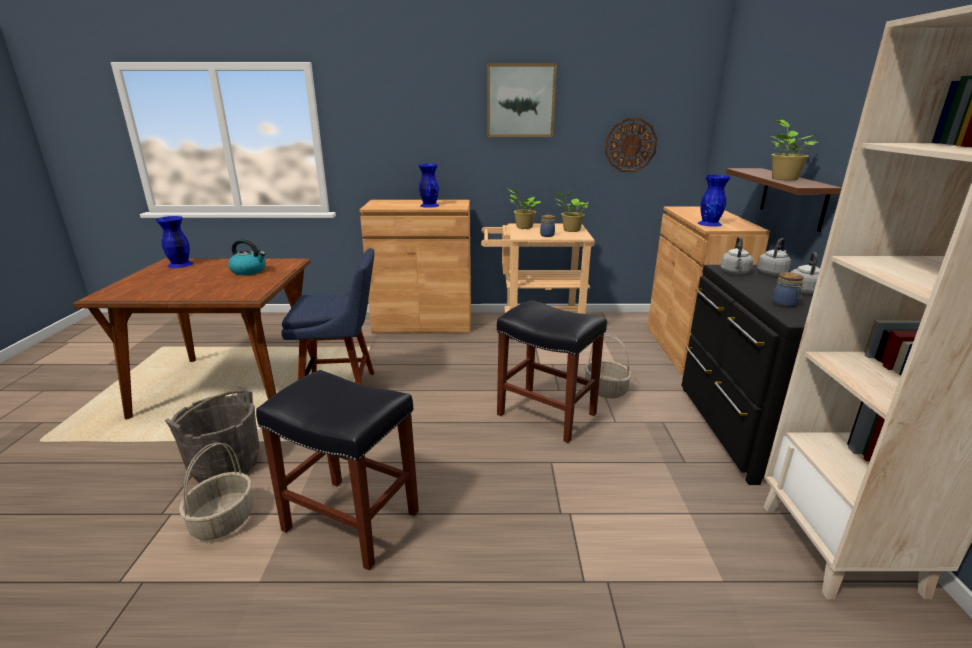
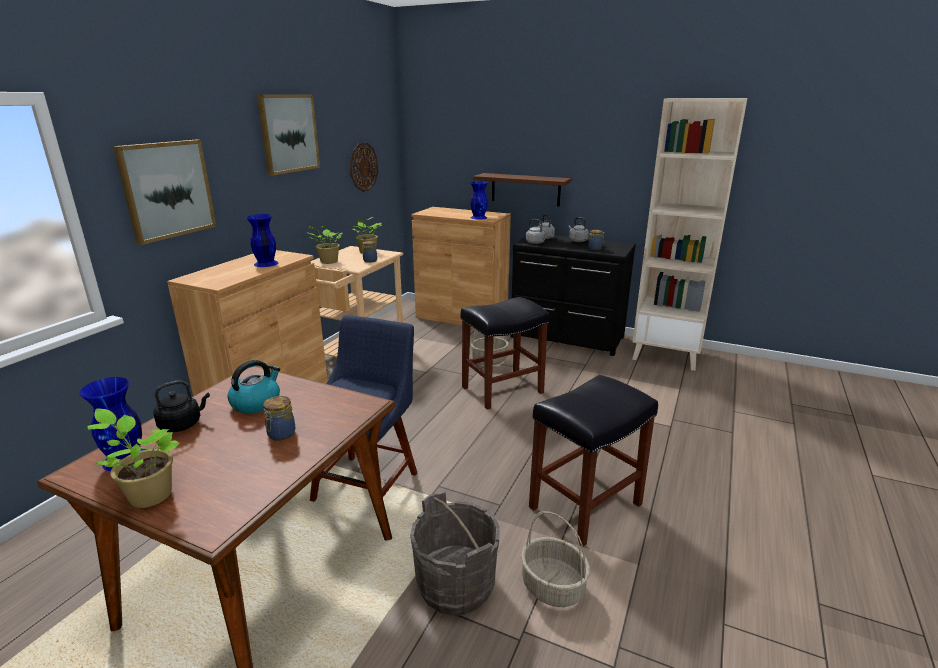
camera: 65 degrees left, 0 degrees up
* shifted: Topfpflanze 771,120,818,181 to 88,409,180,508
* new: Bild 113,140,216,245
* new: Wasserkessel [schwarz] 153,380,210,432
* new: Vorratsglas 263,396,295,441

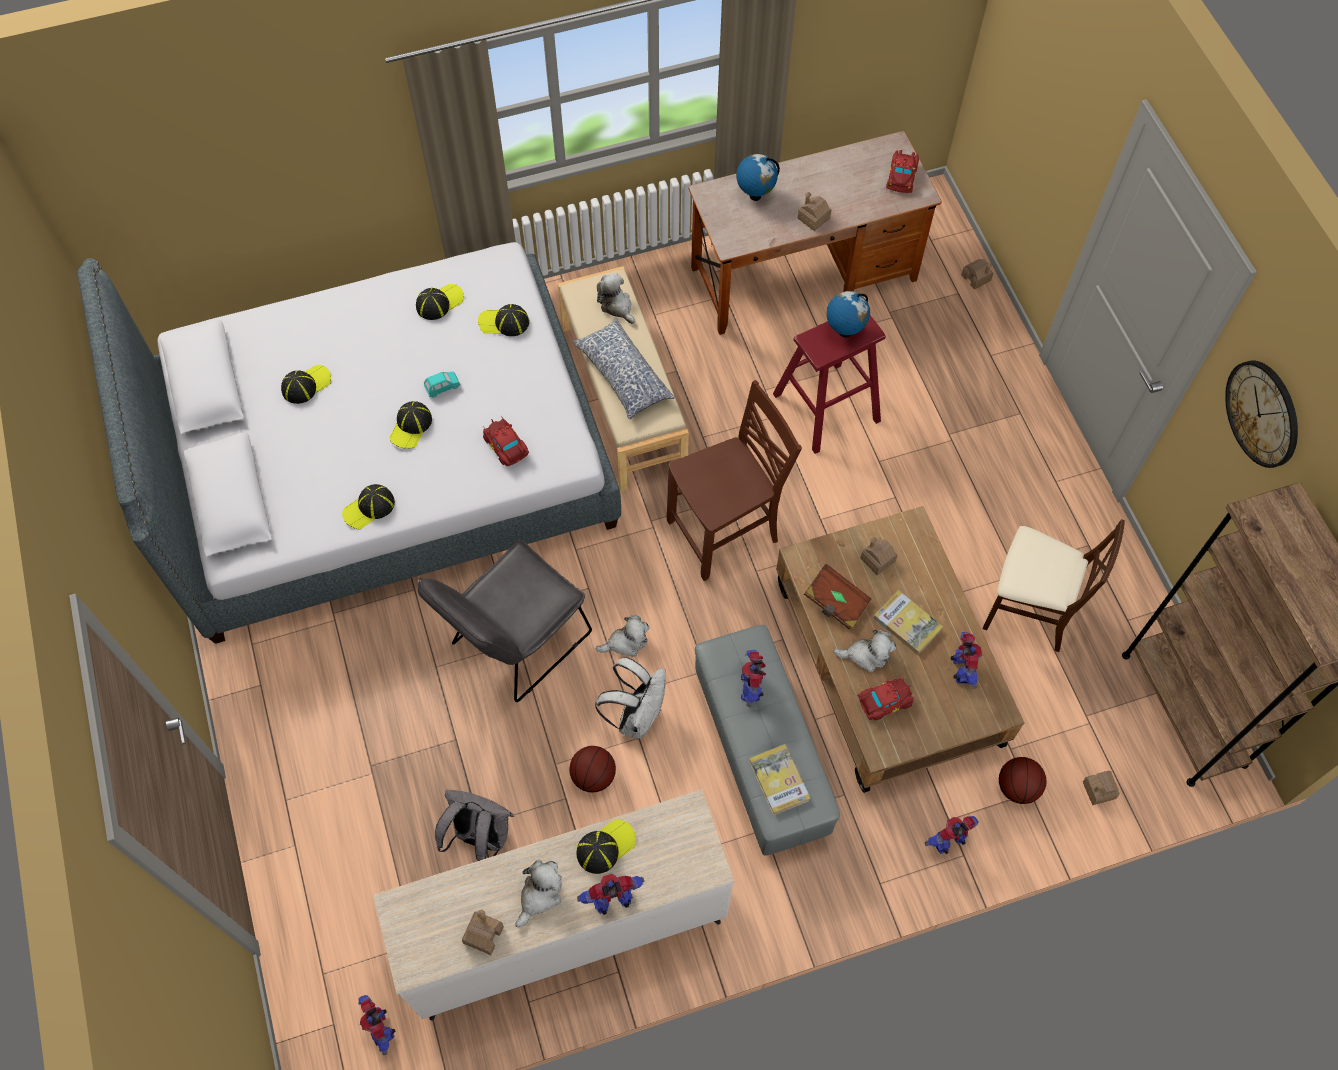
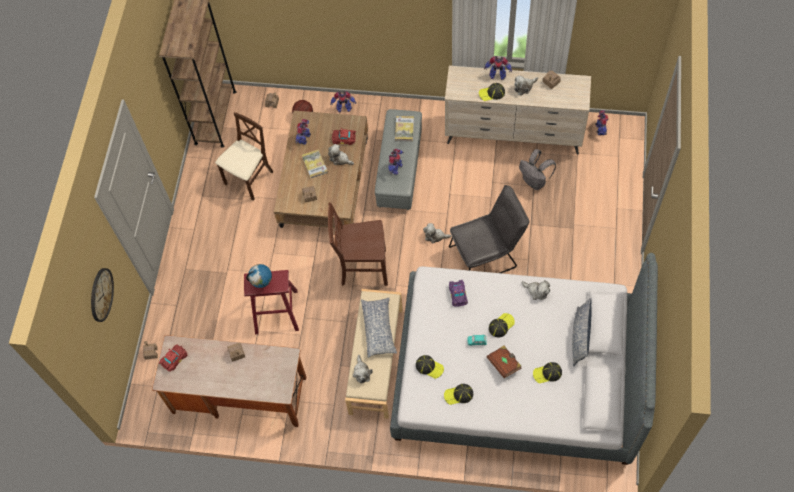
camera: 150 degrees left, 0 degrees up
* swapped: Kappe 342,484,395,530 to Plüschtier 522,280,550,300
* repainted: Spielzeugauto [rot] 483,416,529,466 to Spielzeugauto [lila] 449,280,468,307
* gone: Basketball 569,746,616,793
* gone: Rucksack [weiß] 595,658,666,739
* gone: Globus 736,154,780,201
* shifted: Buch [braun] 804,564,872,629 to 487,346,522,378
* rotated: Stuhl [beige] 983,519,1125,652 = 215,112,273,201 75 degrees clockwise
* shifted: Wanduhr 1225,361,1298,468 to 91,268,114,322
* new: Kissen 572,298,592,367

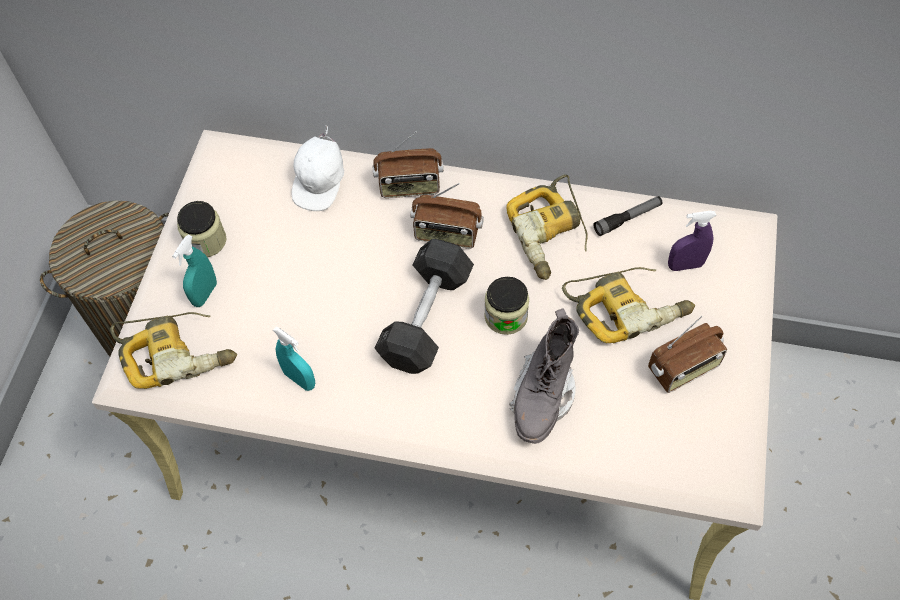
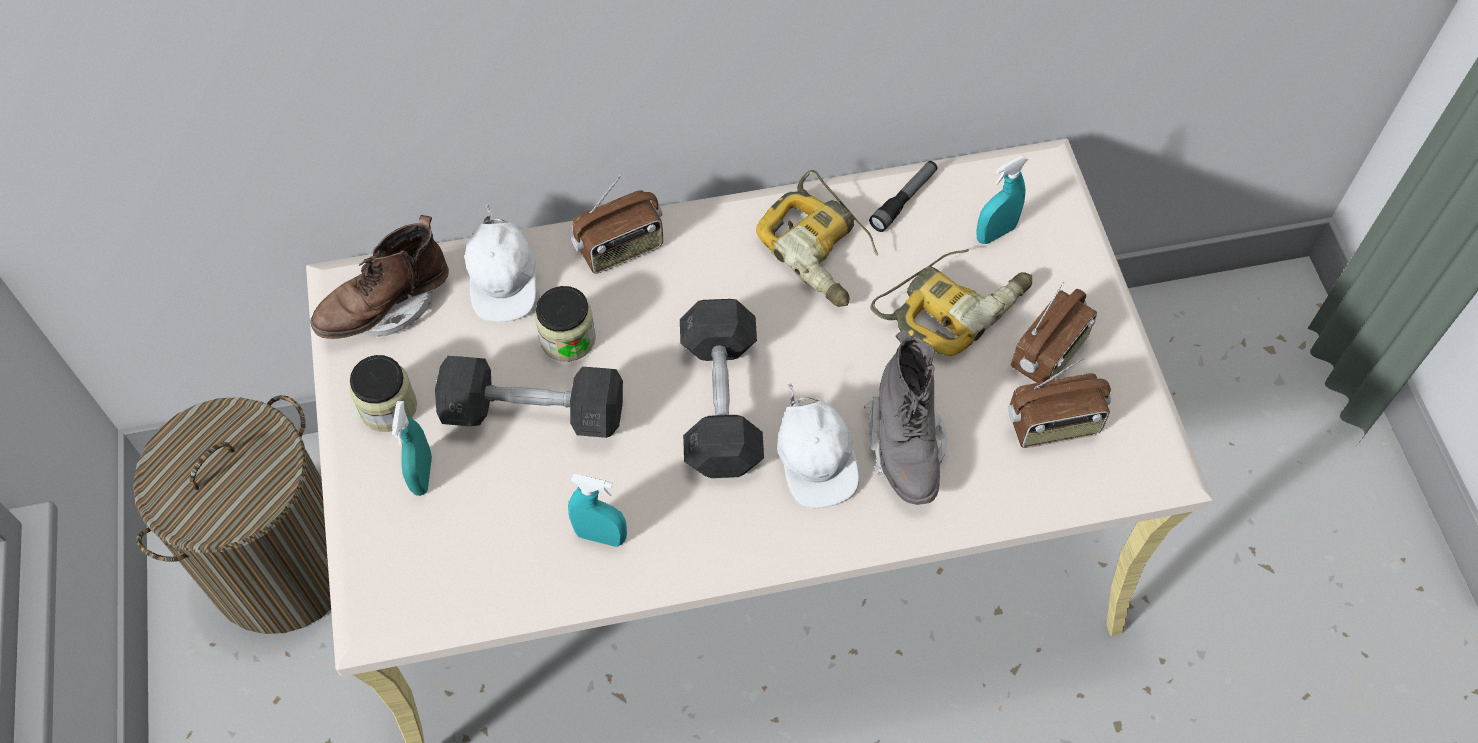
camera: 25 degrees left, 0 degrees up
* gone: Bohrmaschine 110,312,237,389
* shifted: Radio 410,183,484,249 to 1008,358,1111,448
* shifted: Vorratsglas 484,277,529,335 to 535,286,596,362
* repainted: Sprühflasche [lila] 668,211,717,271 to Sprühflasche [türkis] 976,155,1029,244
* new: Stiefel [braun] 311,215,449,339
* new: Hantel [grau] 435,356,623,438
* new: Kappe [weiß] 777,384,859,509

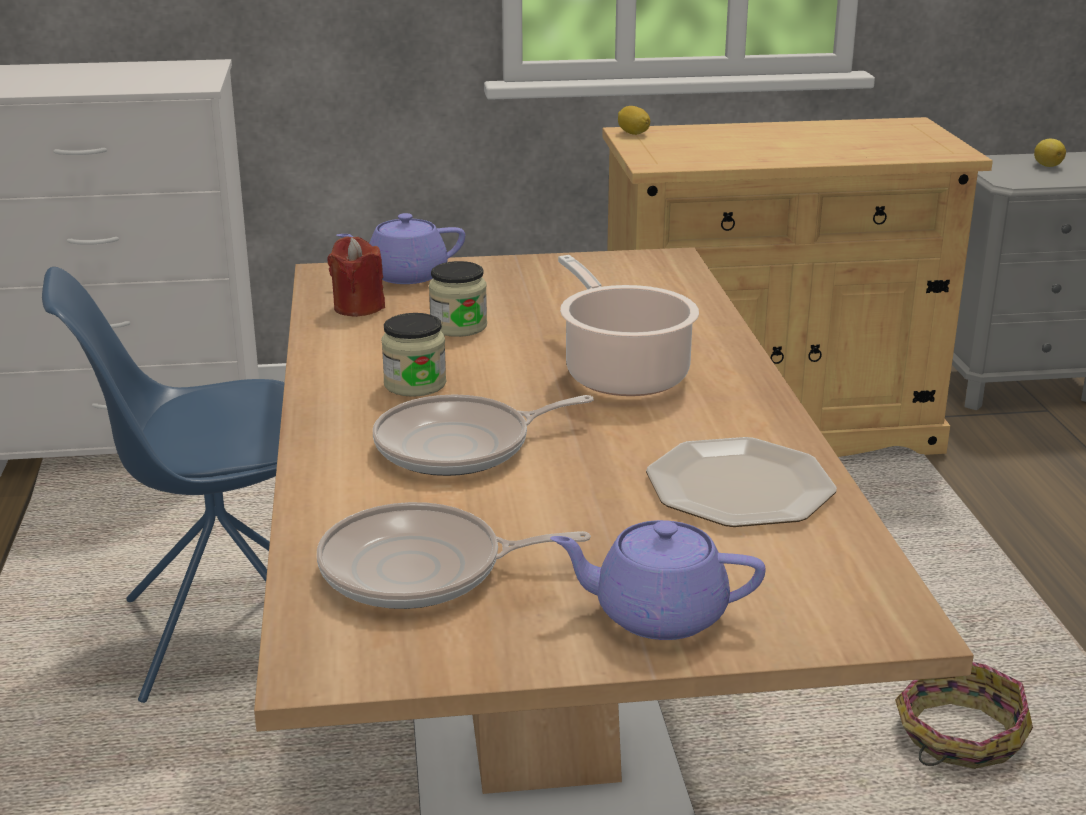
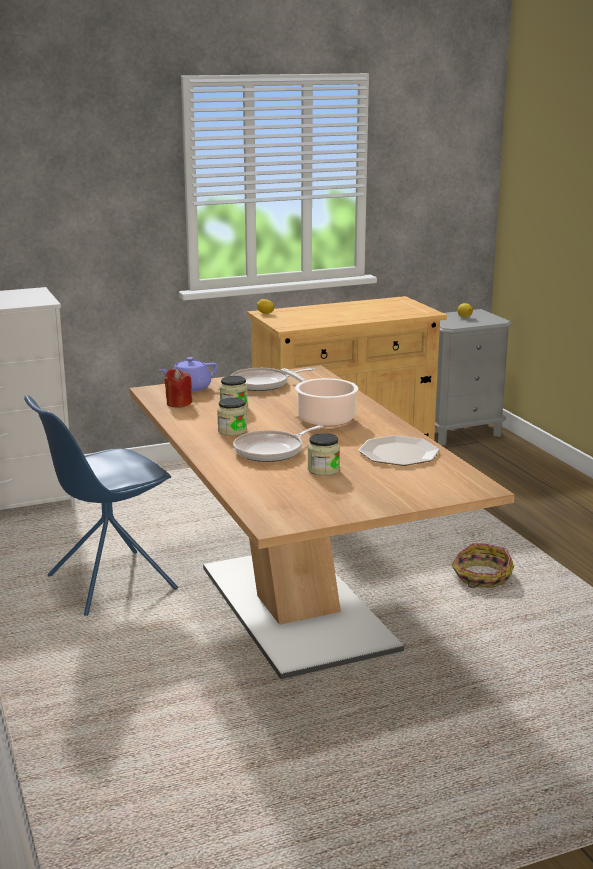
camera: 15 degrees left, 5 degrees down
* shifted: Pfanne 317,502,591,609 to 231,368,315,391
* gone: Teekanne [lila] 550,520,766,640
* new: Vorratsglas 308,433,340,476

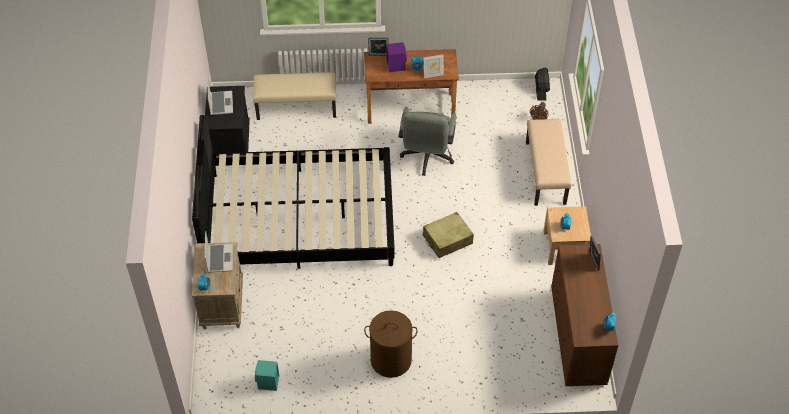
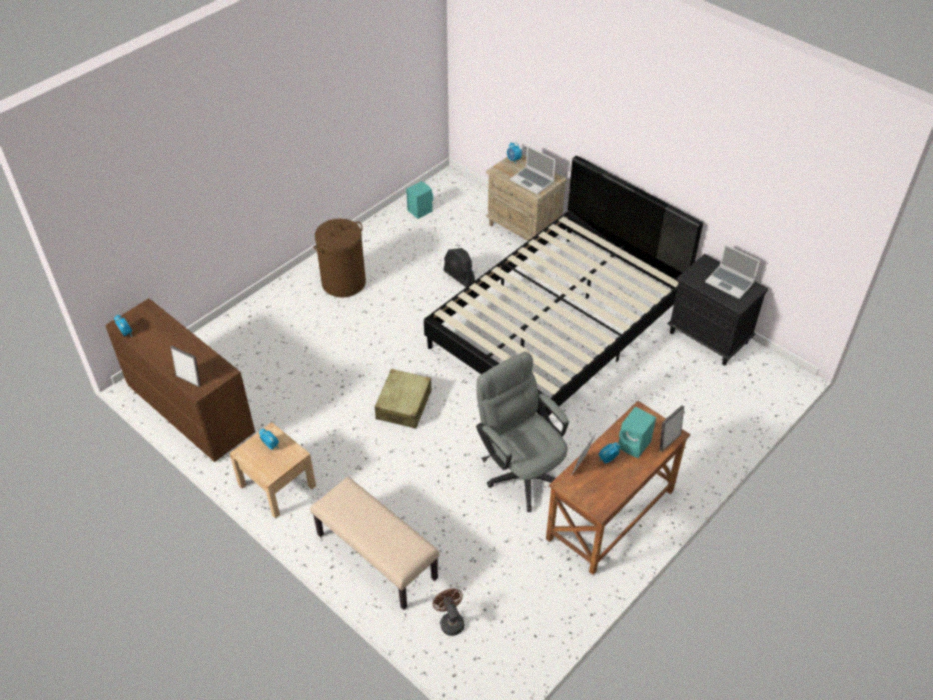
camera: 135 degrees right, 5 degrees down
* gone: Bank [beige] 253,72,336,120
* repainted: Lautsprecher [lila] 387,42,407,72 to Lautsprecher [türkis] 619,407,656,458
* shifted: Ventilator [schwarz] 535,68,550,101 to 443,248,475,287

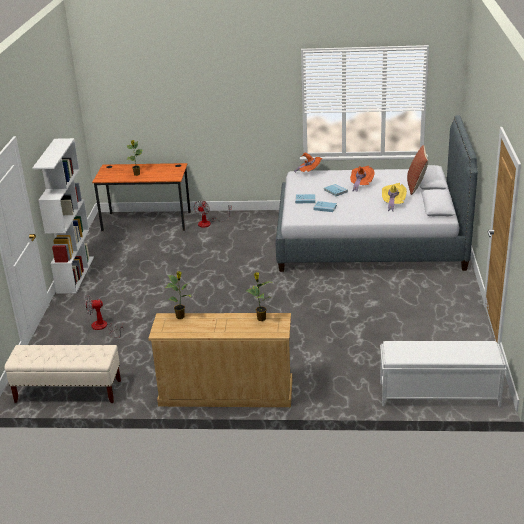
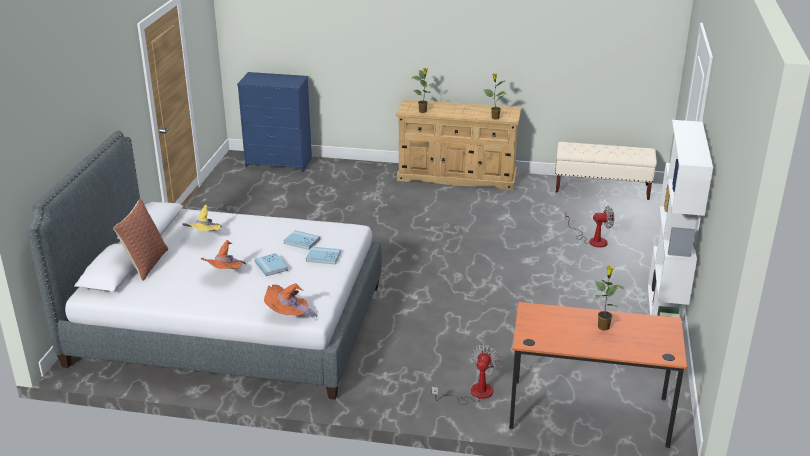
camera: 175 degrees left, 0 degrees up
* swapped: Bank [weiß] 380,341,506,407 to Kommode [blau] 237,72,312,172

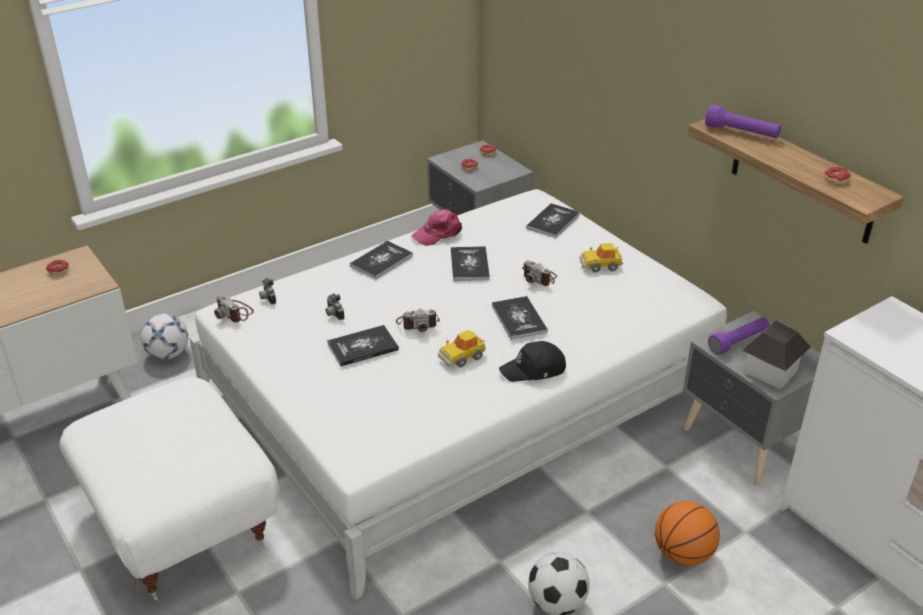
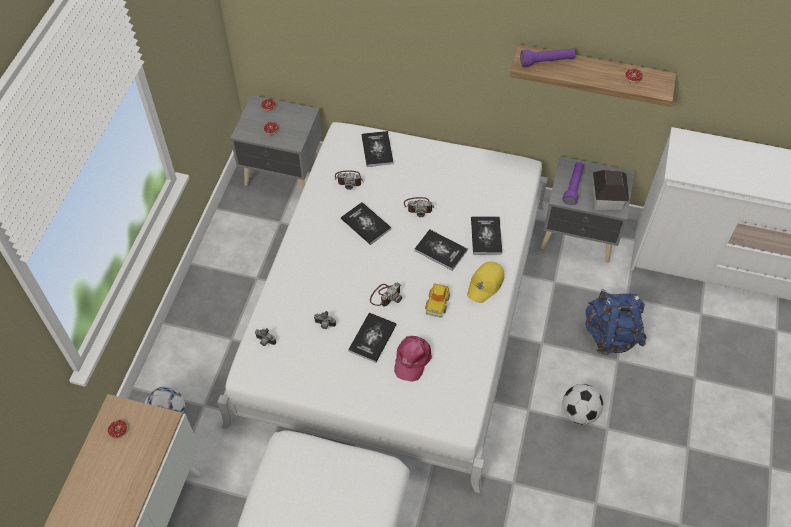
camera: 40 degrees left, 20 degrees up
* shifted: Kamera 214,294,254,322 to 335,171,364,190
* shifted: Buch 350,241,413,280 to 471,216,502,254
* shifted: Kappe [rosa] 411,209,462,246 to 394,336,432,382
* repainted: Kappe [schwarz] 499,341,566,382 to Kappe [gelb] 467,262,505,303
* gone: Spielzeugauto 579,243,623,273
* swapped: Basketball 655,501,720,566 to Rucksack [blau] 586,289,647,355

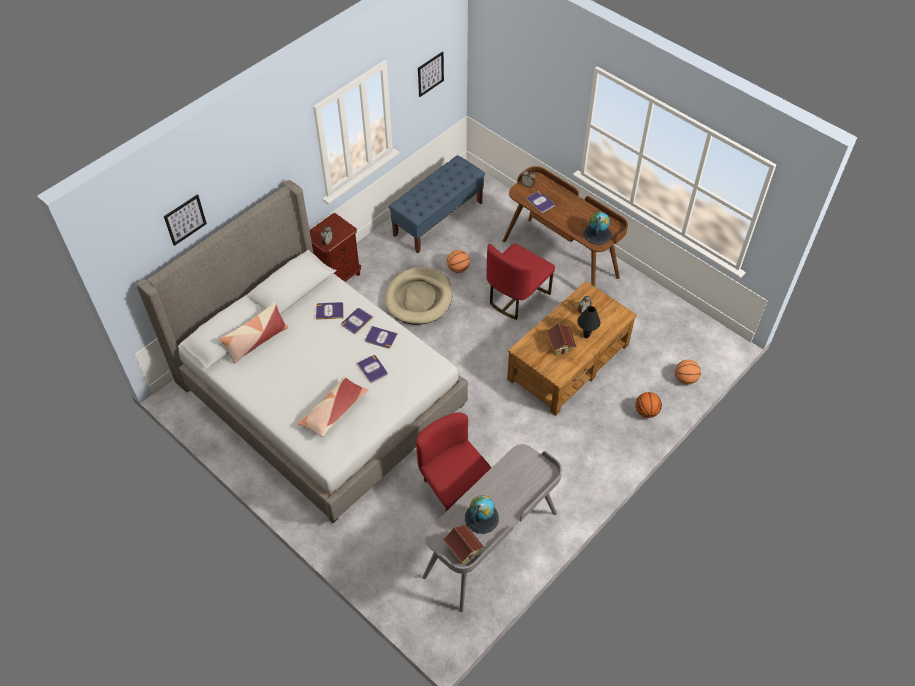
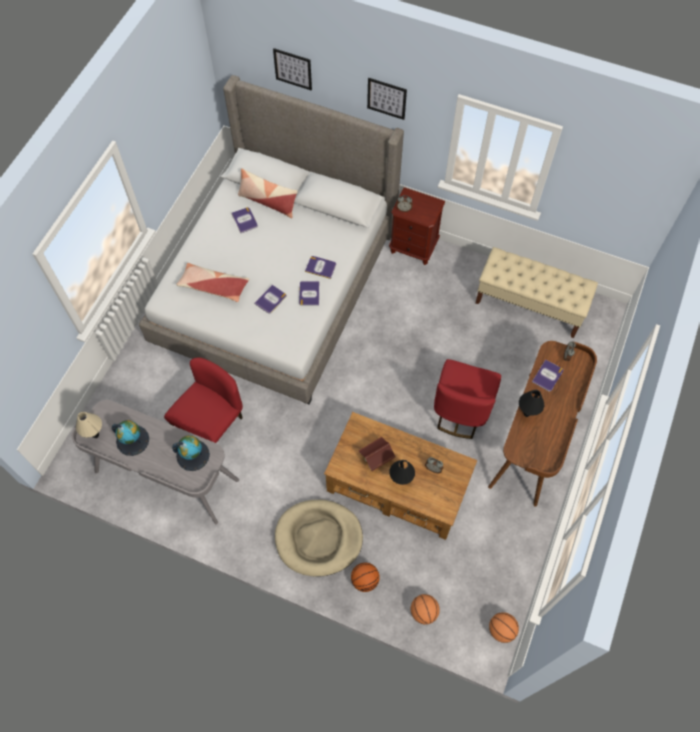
camera: 70 degrees right, 10 degrees up
* shifted: Buch 316,302,344,320 to 231,207,258,233
* shifted: Hundebett [beige] 385,267,453,325 to 275,500,363,577
* repainted: Bank [blau] 389,155,485,253 to Bank [beige] 476,247,598,338
* shifted: Bild 418,52,444,97 to 367,78,407,120
* swapped: Spielzeughaus 443,524,484,564 to Tischlampe [beige] 76,412,102,438
* shifted: Basketball 447,250,470,273 to 489,612,519,643
* rotated: Stuhl [rot] 486,243,555,320 = 434,359,501,439 90 degrees counterclockwise
* shifted: Globus 584,212,611,245 to 172,435,210,471
* new: Tischlampe [schwarz] 519,390,544,417

